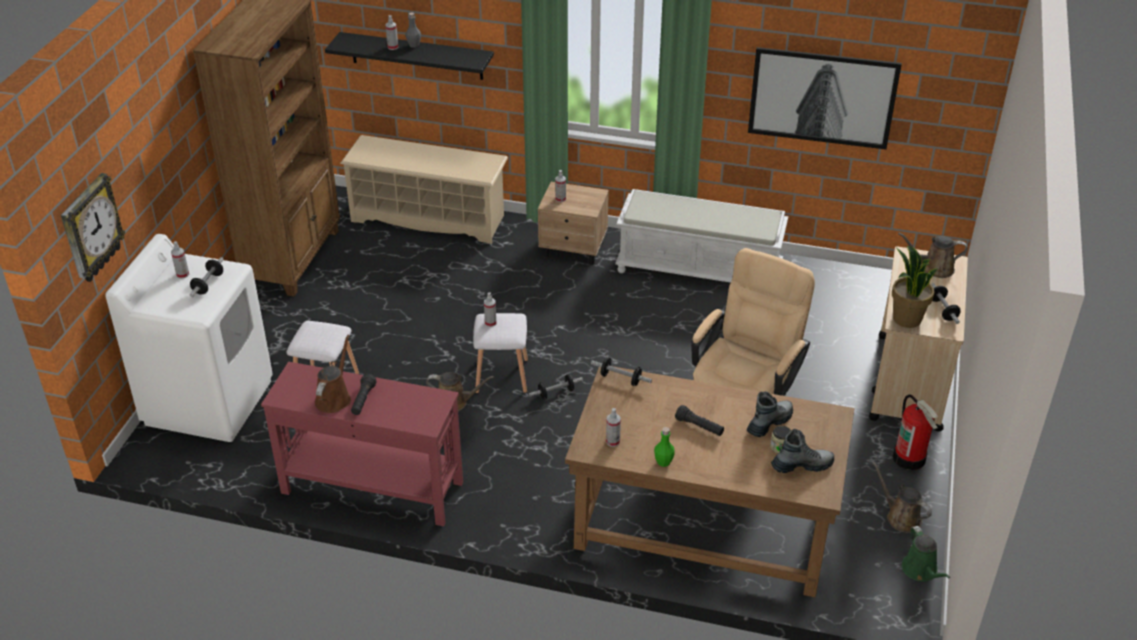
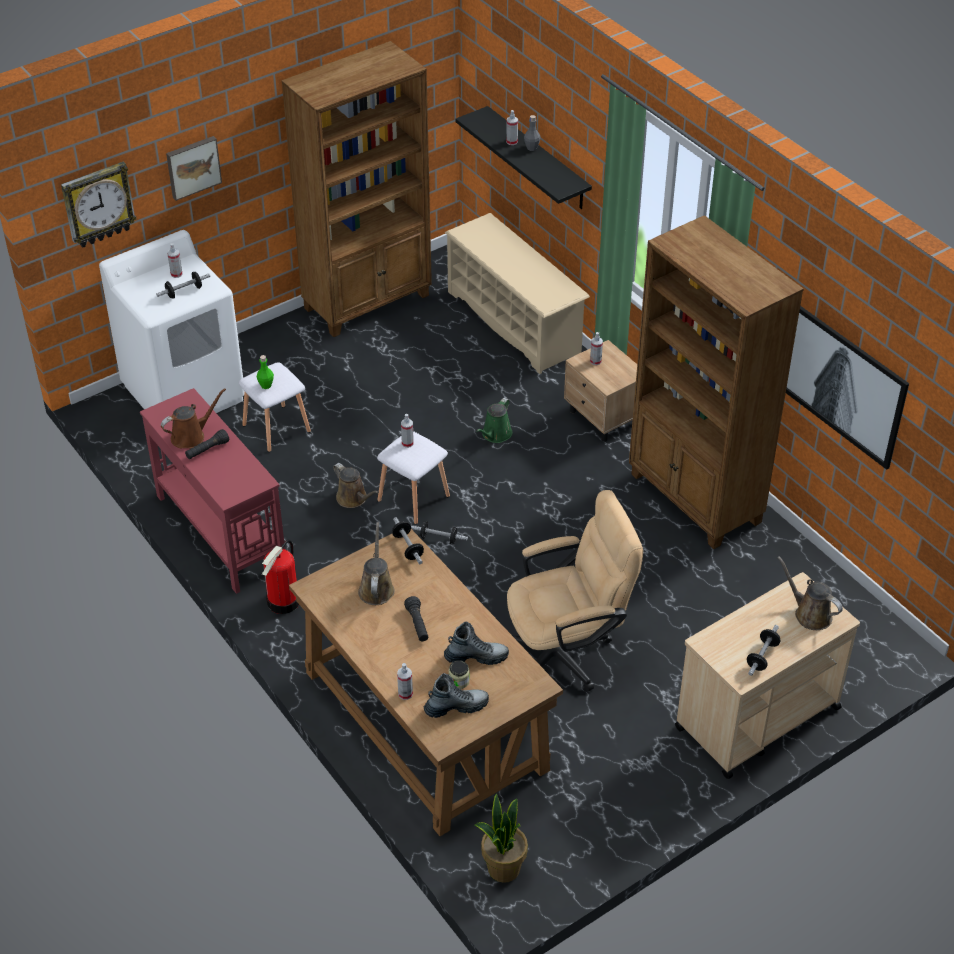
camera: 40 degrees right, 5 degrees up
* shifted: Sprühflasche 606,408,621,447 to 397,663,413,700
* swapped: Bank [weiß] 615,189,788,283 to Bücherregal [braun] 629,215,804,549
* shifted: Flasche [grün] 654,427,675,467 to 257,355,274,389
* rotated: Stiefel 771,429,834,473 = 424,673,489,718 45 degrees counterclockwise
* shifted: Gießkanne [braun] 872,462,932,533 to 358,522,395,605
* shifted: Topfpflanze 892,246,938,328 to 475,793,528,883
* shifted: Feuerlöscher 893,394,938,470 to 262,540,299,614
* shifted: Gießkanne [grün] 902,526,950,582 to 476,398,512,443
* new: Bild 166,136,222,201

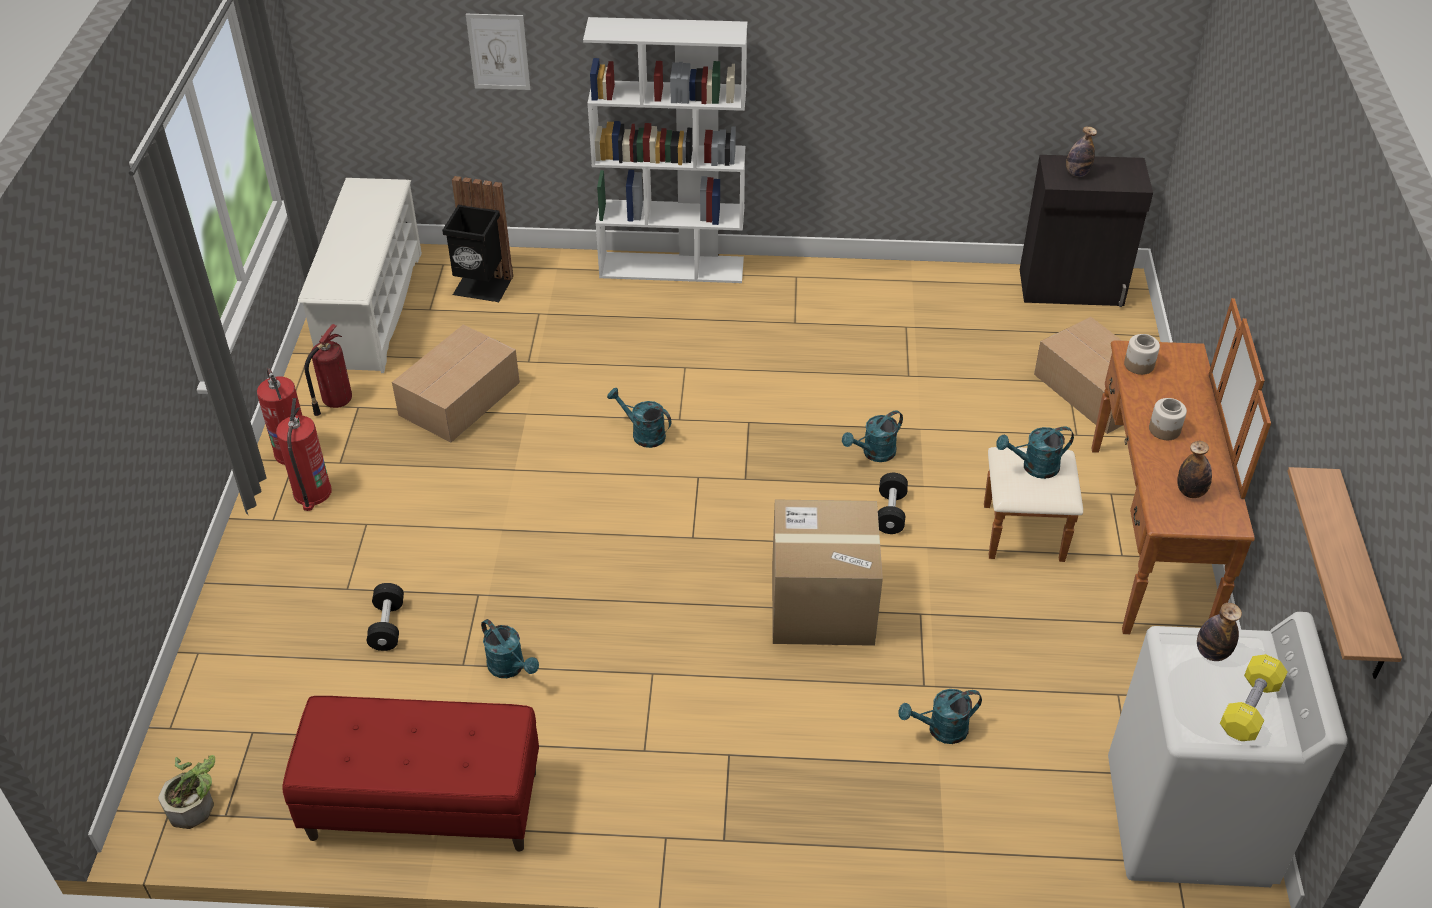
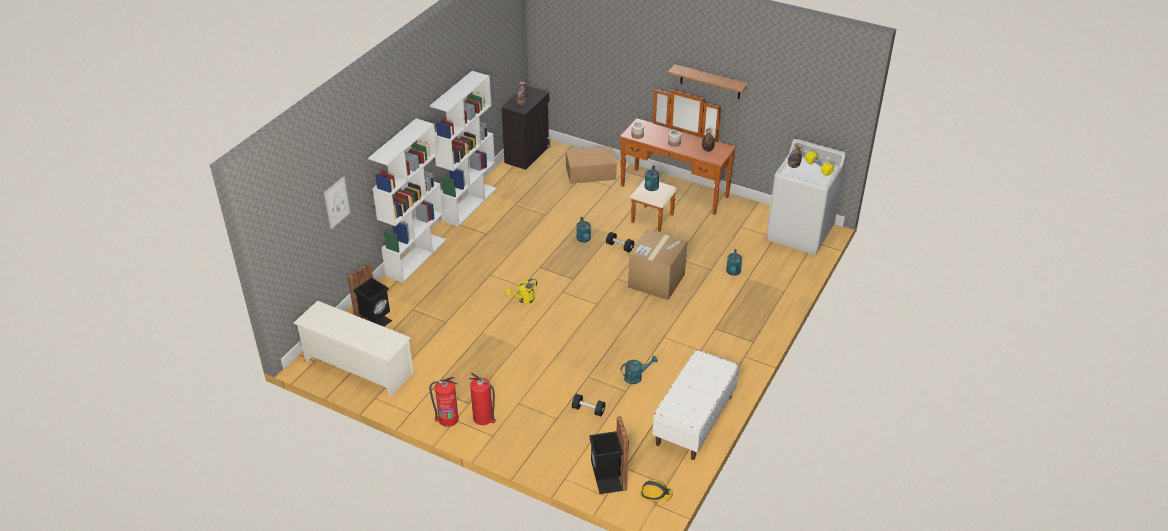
camera: 65 degrees left, 5 degrees down
* swapped: Topfpflanze 158,755,215,829 to Schutzhelm 640,479,673,502
* repainted: Bank [rot] 282,696,539,852 to Bank [weiß] 652,350,739,460
* gone: Feuerlöscher 304,324,352,416
* gone: Karton 392,325,520,443
* repainted: Gießkanne [türkis] 607,388,671,448 to Gießkanne [gelb] 505,278,537,304
* shifted: Wandregal 1287,467,1402,679 to 668,64,748,99
* new: Bücherregal [weiß] 430,71,497,227
* new: Mülleimer [schwarz] 589,416,629,494

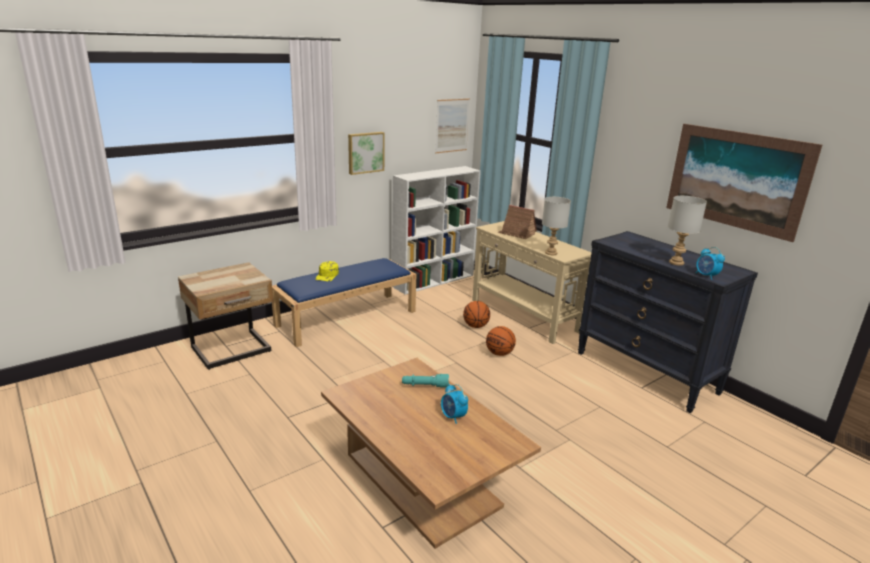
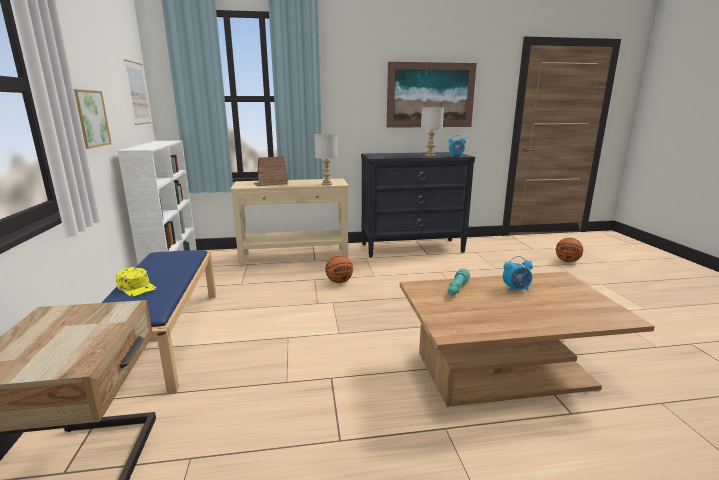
camera: 60 degrees left, 5 degrees down
* shifted: Basketball 463,301,490,328 to 556,238,583,262

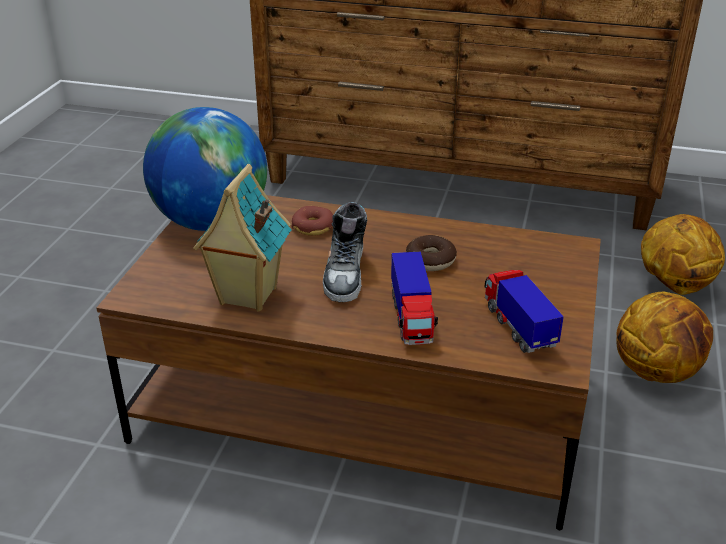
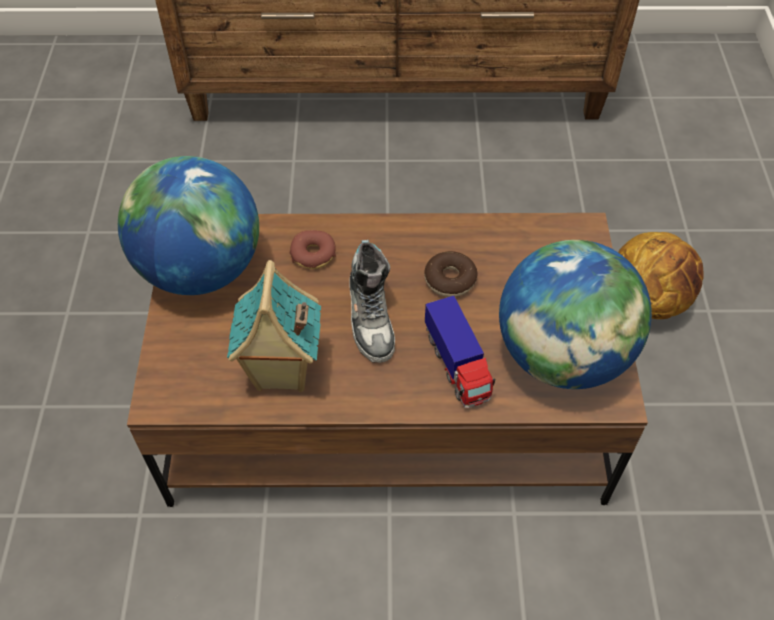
camera: 15 degrees left, 20 degrees up
* swapped: Spielzeuglaster 484,270,564,353 to Globus 499,240,652,389
* gone: Basketball 641,214,725,295

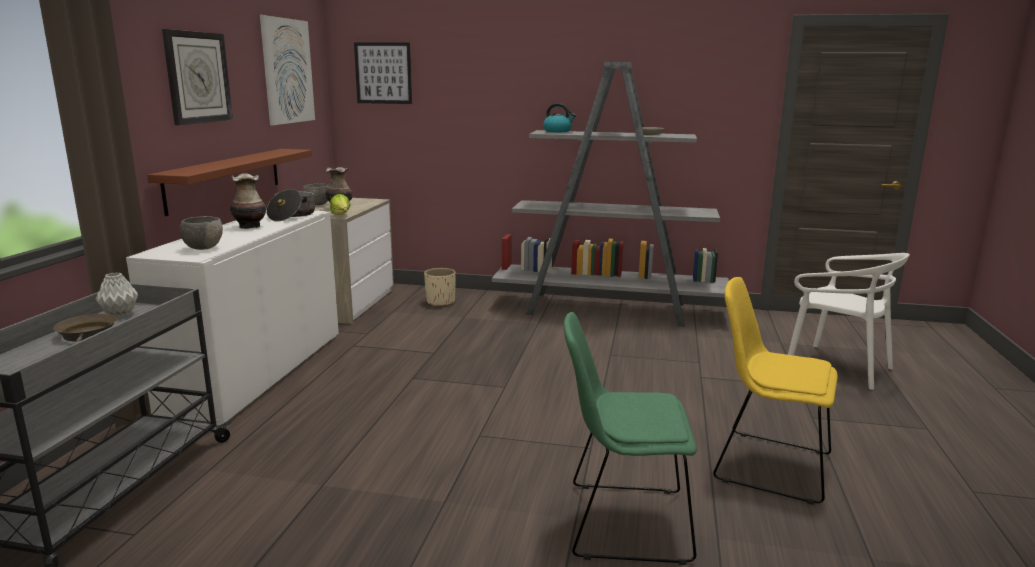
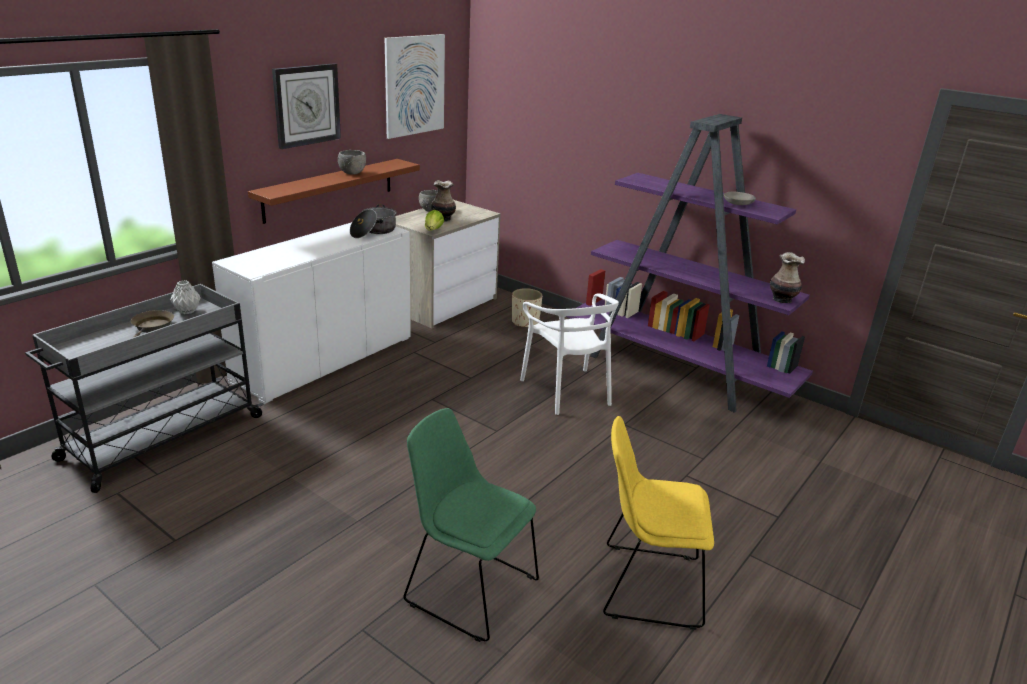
camera: 25 degrees right, 10 degrees up
* shifted: Schüssel [grau] 180,216,223,250 to 338,150,366,175
* shifted: Vase 230,173,266,229 to 770,252,805,303
* gone: Bild 354,42,412,104
* repainted: Bücherregal [grau] 492,62,729,327 to Bücherregal [lila] 566,114,813,412
* gone: Wasserkessel 543,103,576,132
* rotated: Stuhl [gelb] 713,277,838,505 = 603,416,714,630 45 degrees counterclockwise
* shifted: Stuhl [weiß] 788,253,910,390 to 520,293,619,415

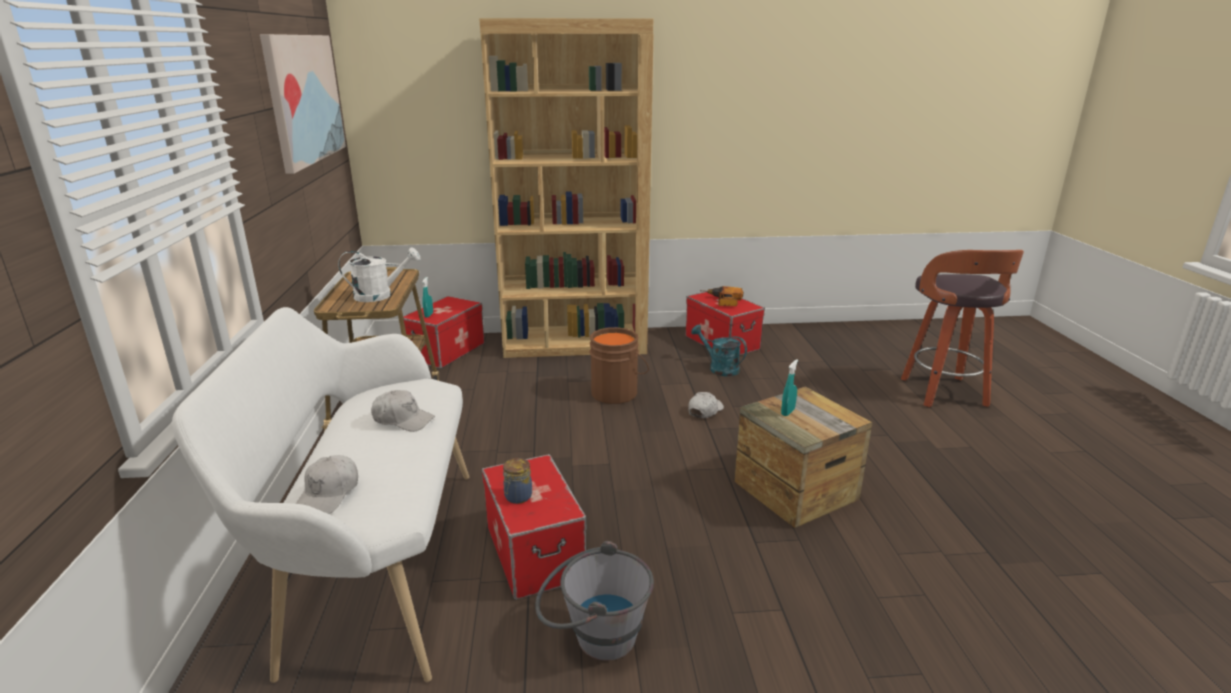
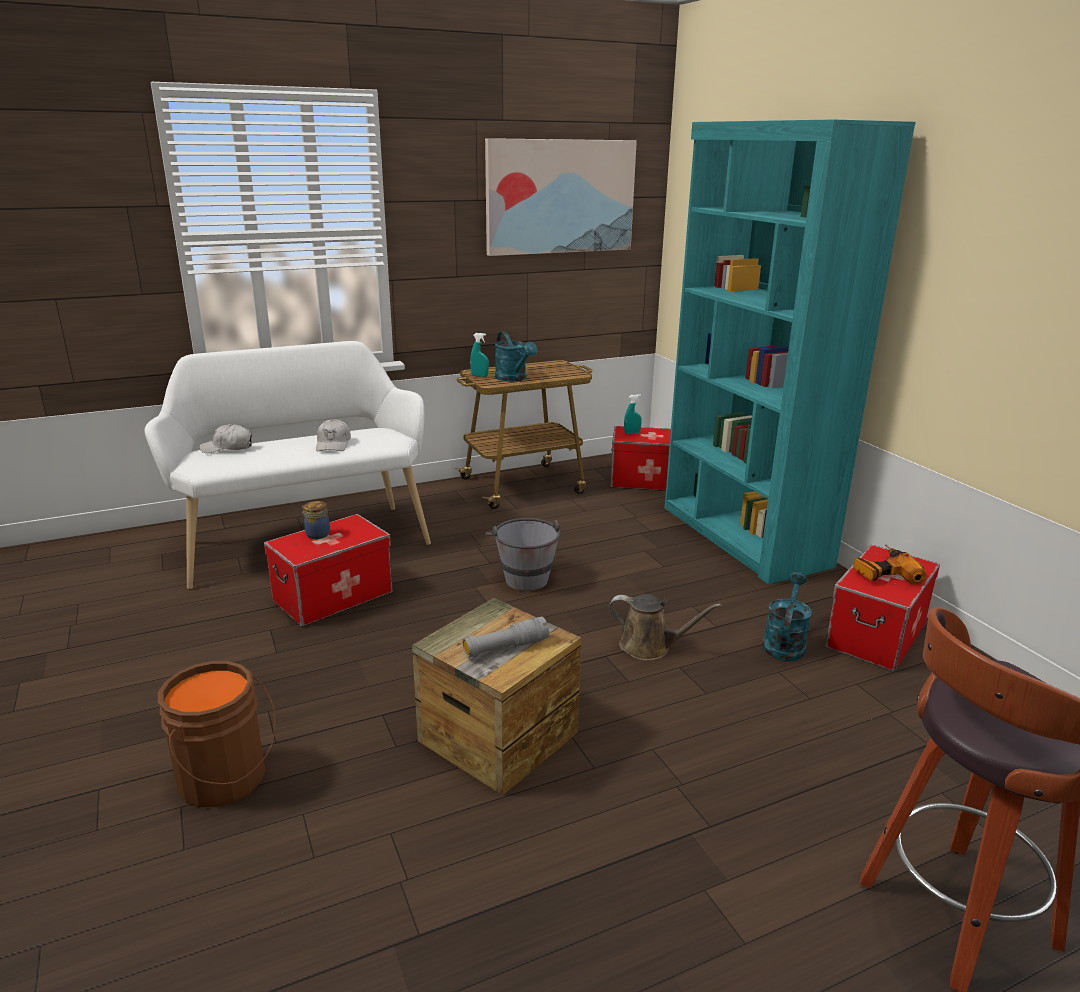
camera: 70 degrees right, 0 degrees up
* repainted: Gießkanne [weiß] 338,248,421,302 to Gießkanne [türkis] 495,331,537,382
* repainted: Bücherregal [braun] 479,18,654,358 to Bücherregal [türkis] 665,119,916,584
* shifted: Eimer [grau] 535,541,654,661 to 485,518,561,591
* shifted: Eimer [braun] 589,327,649,404 to 158,661,276,807
* swapped: Kappe [weiß] 689,392,724,418 to Gießkanne [braun] 609,594,721,661
* shifted: Sprühflasche [türkis] 781,359,798,416 to 470,333,489,377
* new: Taschenlampe [grau] 462,617,549,658

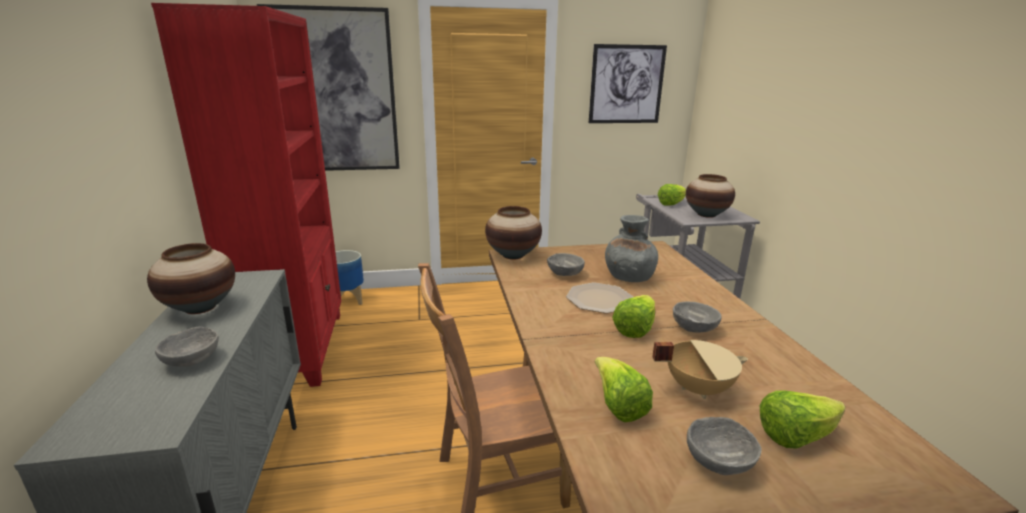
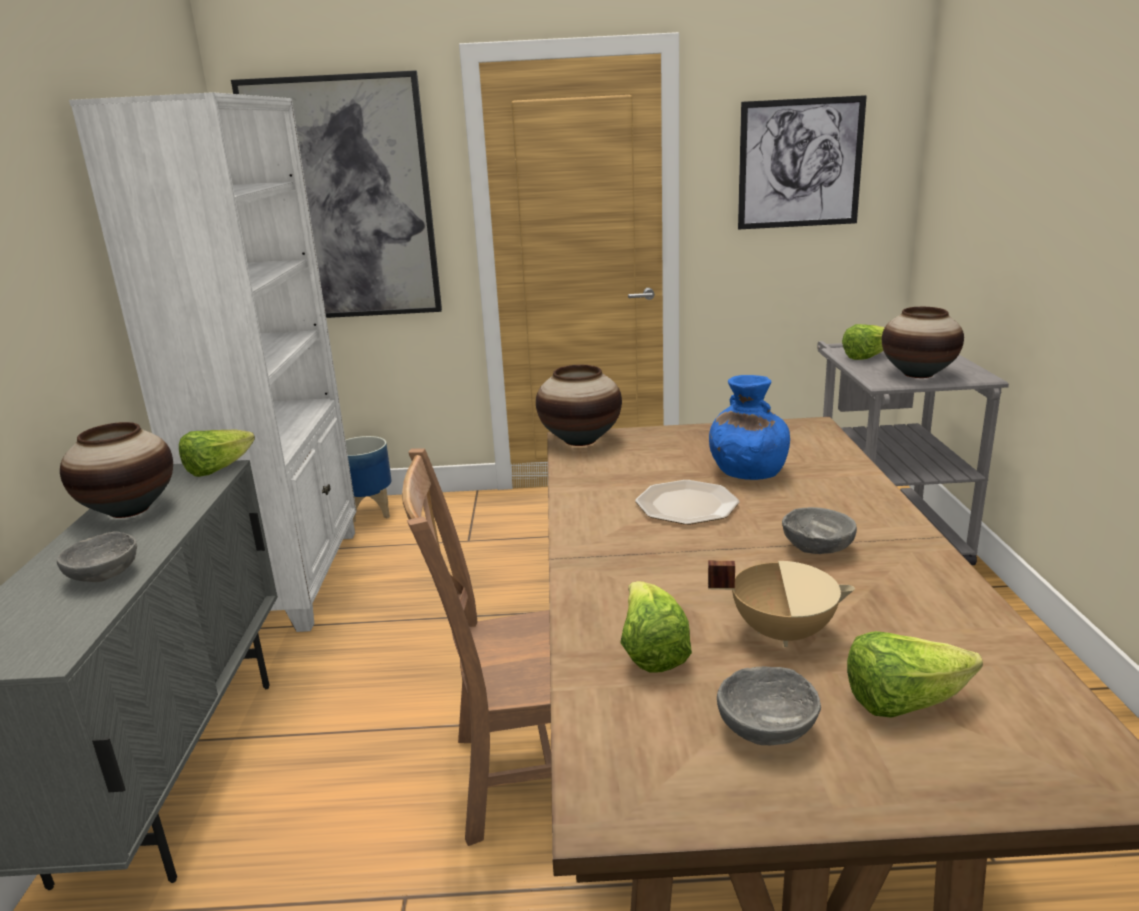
camera: 10 degrees right, 0 degrees up
* repainted: Bücherregal [rot] 151,3,342,387 to Bücherregal [weiß] 69,92,356,632
* gone: Schüssel [grau] 547,253,585,276
* repainted: Vase [grau] 605,215,658,282 to Vase [blau] 709,375,790,480
* shifted: Salatkopf 612,295,655,338 to 179,429,255,477

